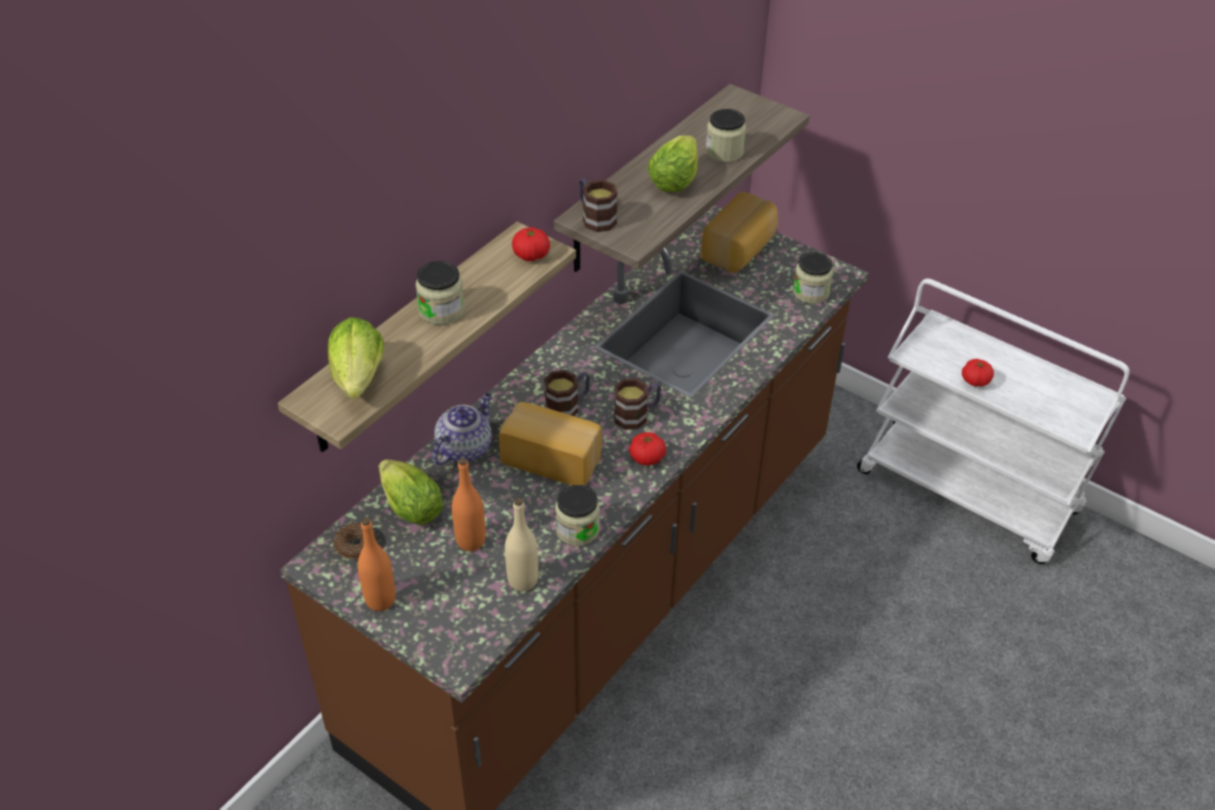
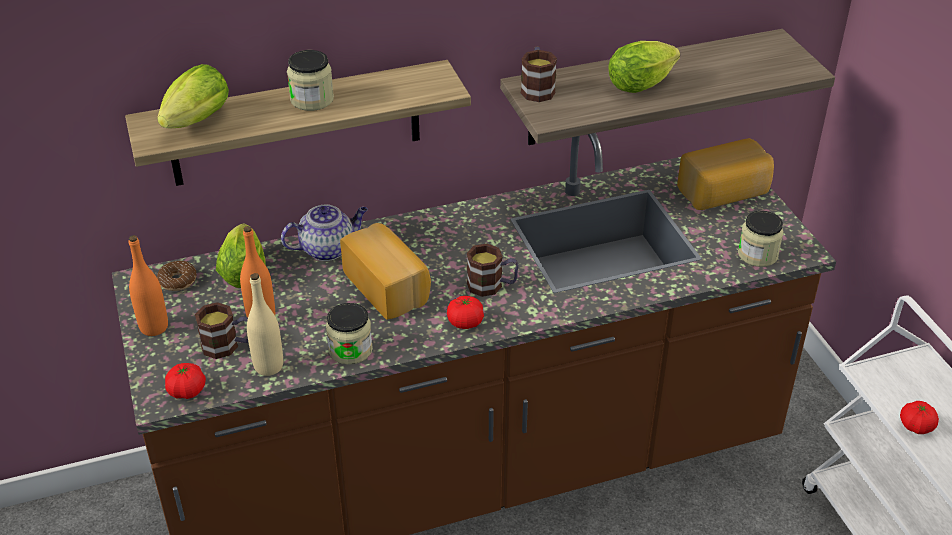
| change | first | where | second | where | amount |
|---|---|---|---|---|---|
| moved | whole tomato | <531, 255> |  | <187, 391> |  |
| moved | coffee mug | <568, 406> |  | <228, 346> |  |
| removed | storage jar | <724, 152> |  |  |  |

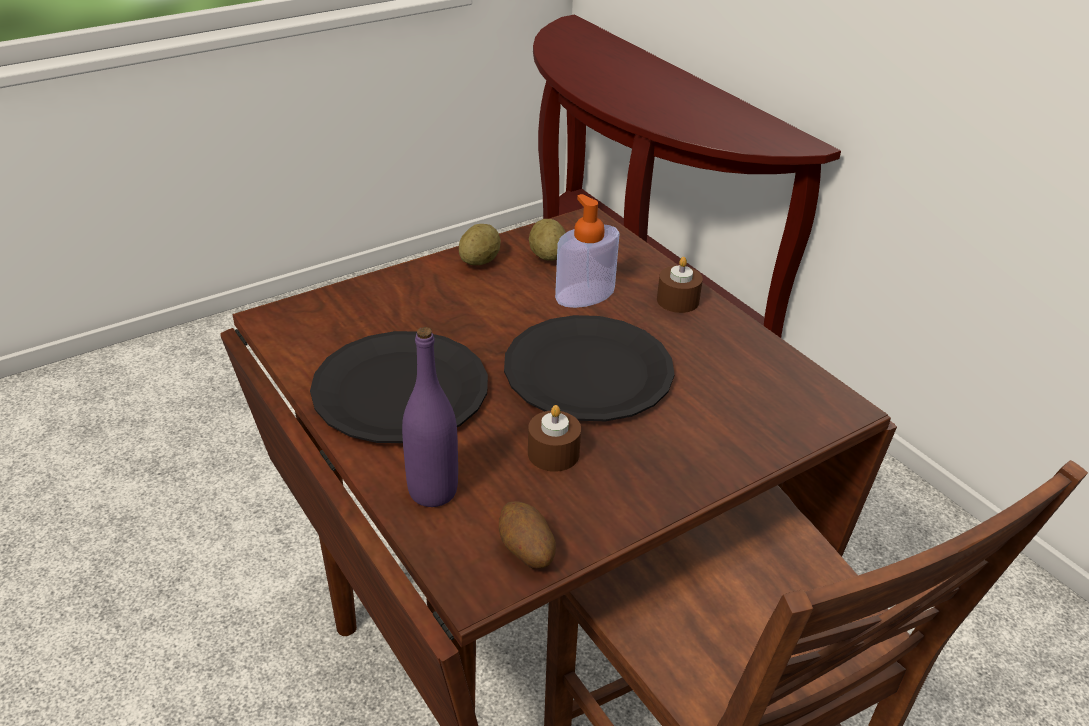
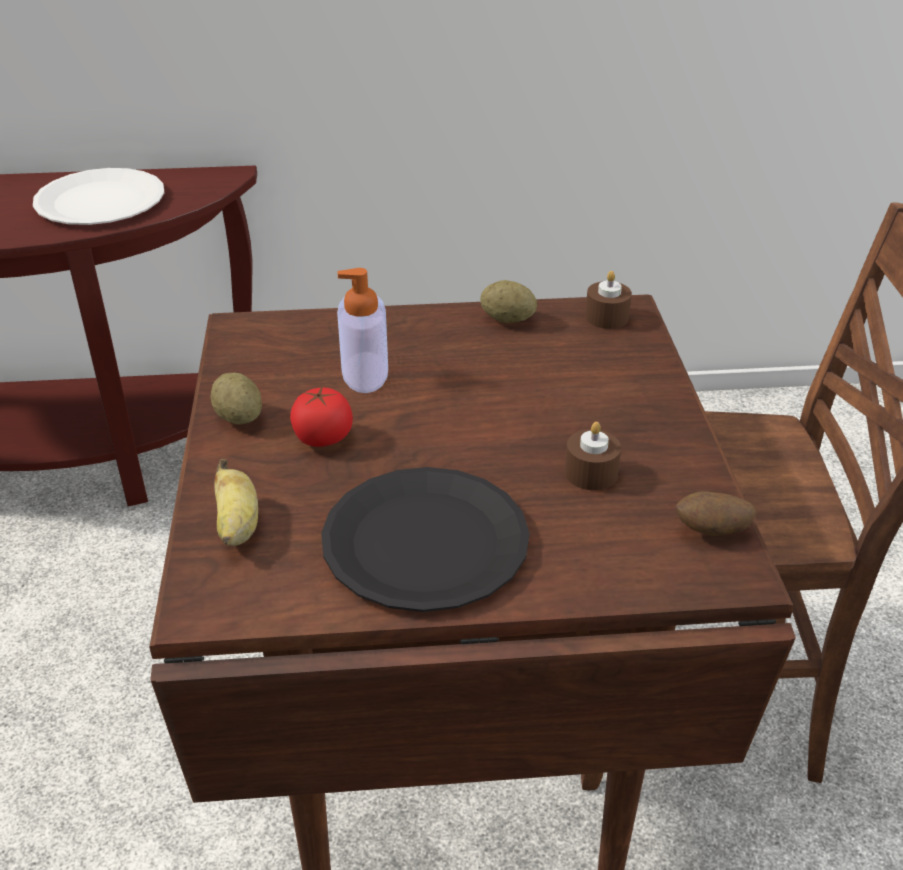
| change | first | where | second | where | amount |
|---|---|---|---|---|---|
| added |  |  | white-coloured flat dish | <100, 201> |  |
| added |  |  | banana fruit | <237, 526> |  |
| added |  |  | whole tomato | <323, 438> |  |
| moved | potato | <548, 256> |  | <507, 319> |  |
| moved | brown-coloured candle | <677, 300> |  | <606, 317> |  |
| removed | purplish bottle | <433, 491> |  |  |  |
| removed | black-coloured flat dish | <588, 371> |  |  |  |

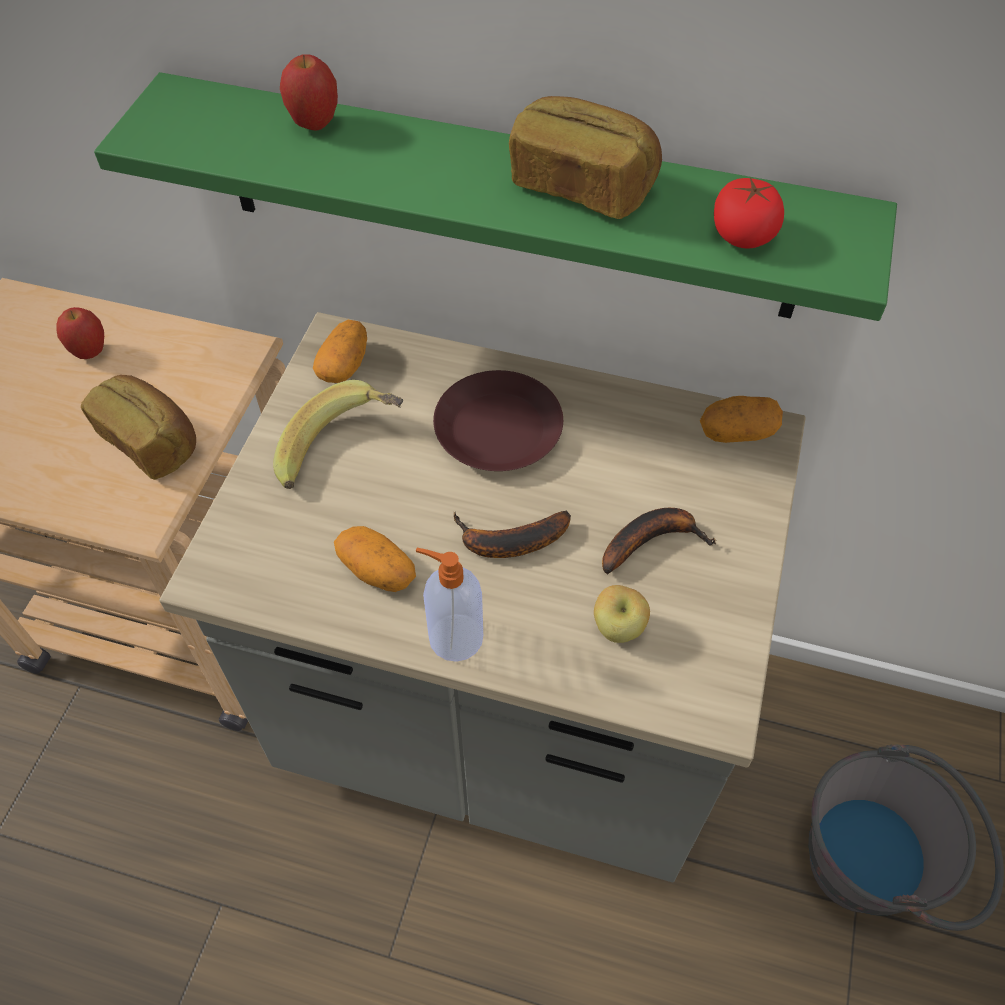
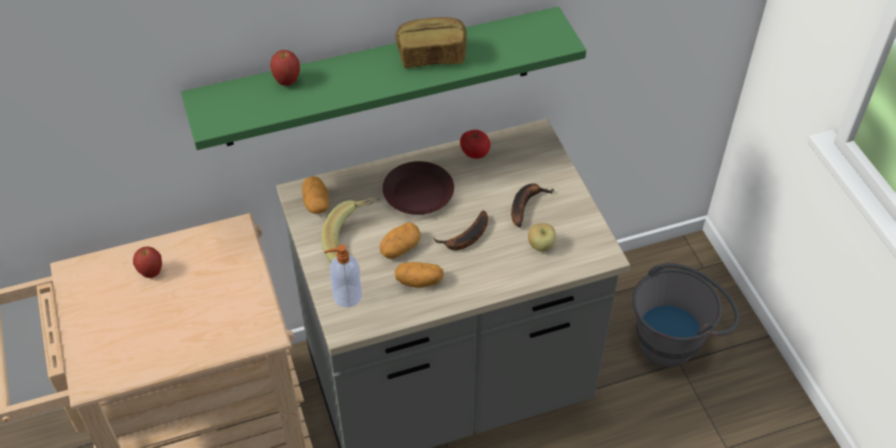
| change | first | where | second | where | amount |
|---|---|---|---|---|---|
| moved | soap dispenser | <453, 637> |  | <346, 296> |  |
| moved | potato | <737, 432> |  | <400, 248> |  |
| moved | whole tomato | <743, 234> |  | <475, 151> |  |
| removed | bread | <151, 441> |  |  |  |

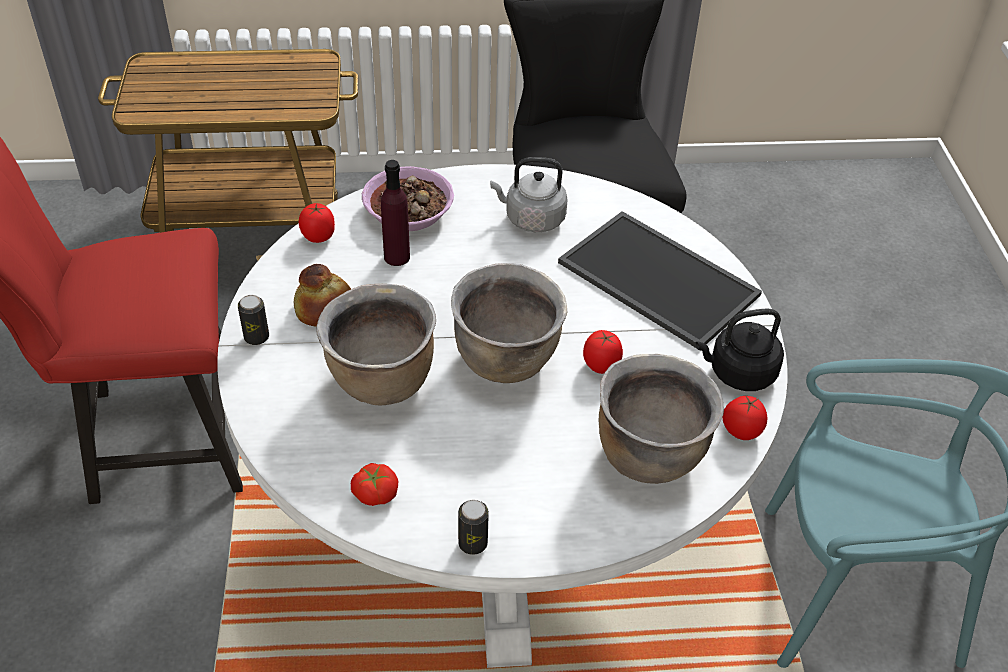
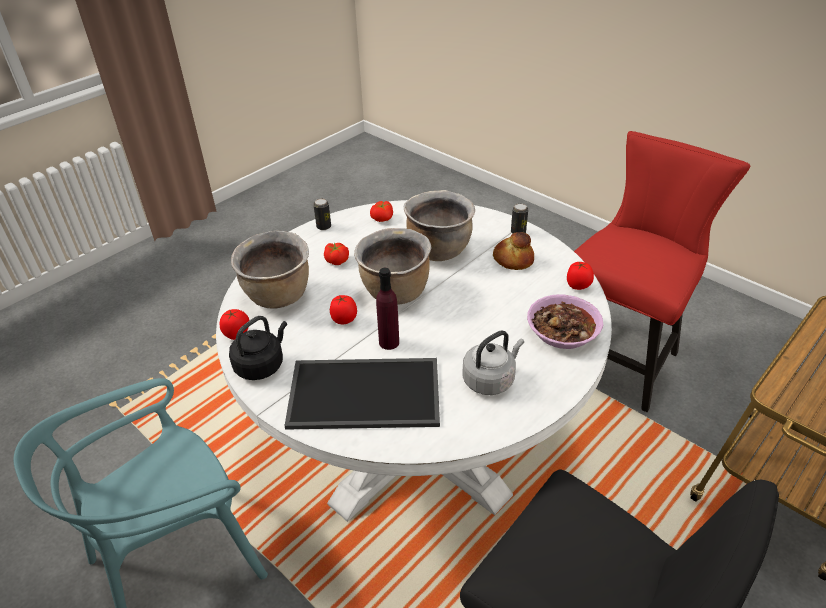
| change | first | where | second | where | amount |
|---|---|---|---|---|---|
| added |  |  | whole tomato | <337, 260> |  |
| moved | purplish bottle | <397, 257> |  | <389, 342> |  |

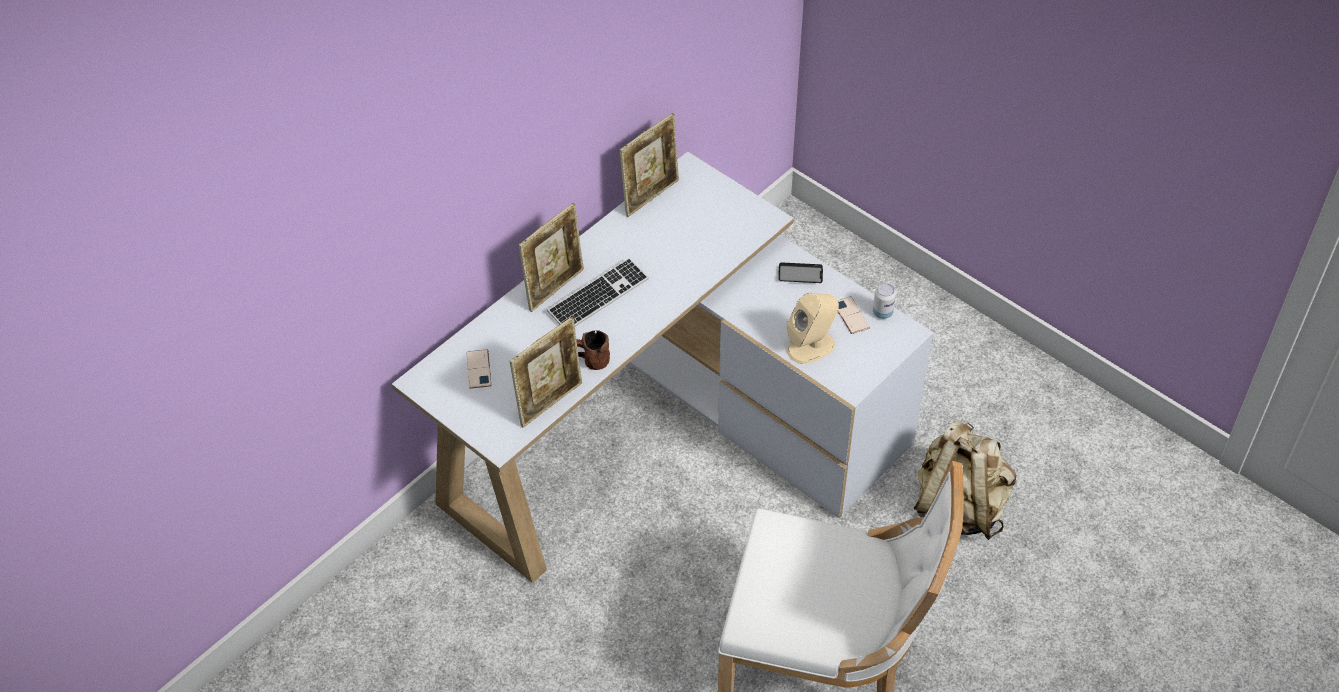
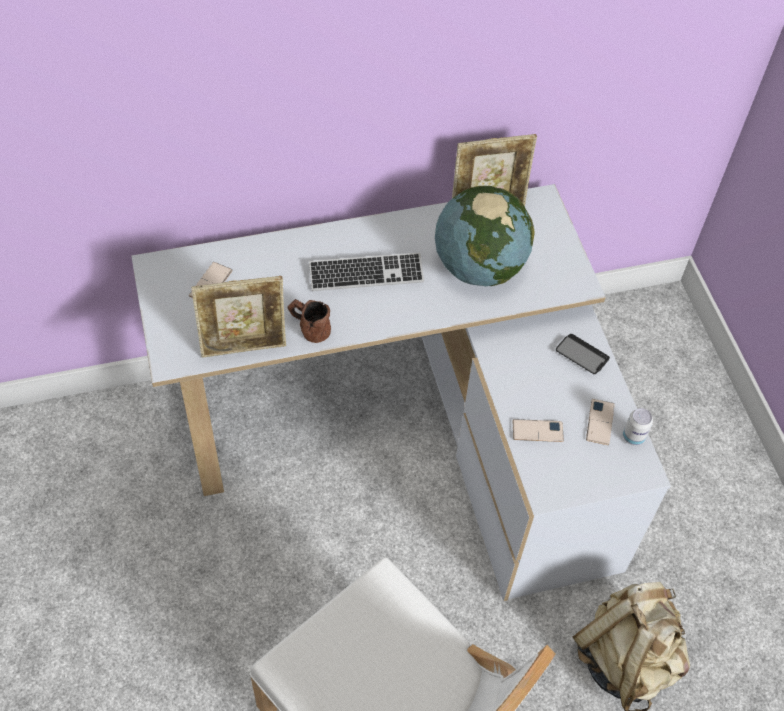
| change | first | where | second | where | amount |
|---|---|---|---|---|---|
| added |  |  | globe | <478, 267> |  |
| replaced | sand-coloured audio speaker | <811, 346> | handset | <537, 431> |  |
| removed | standing frame | <554, 288> |  |  |  |

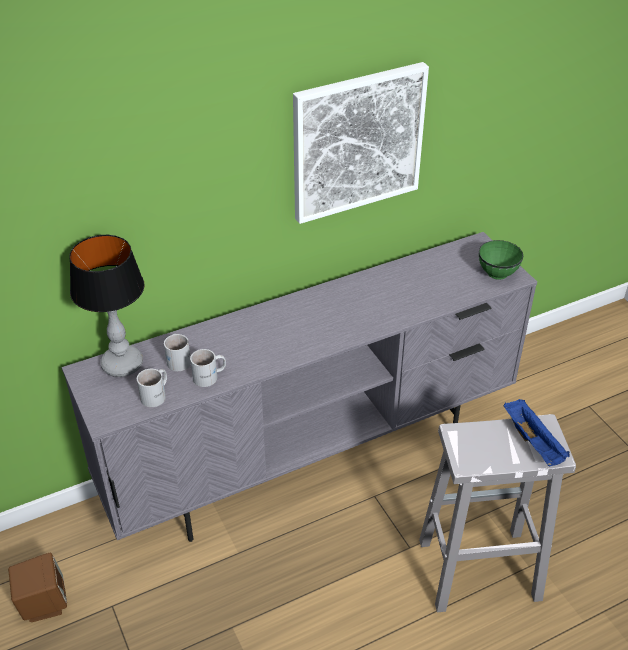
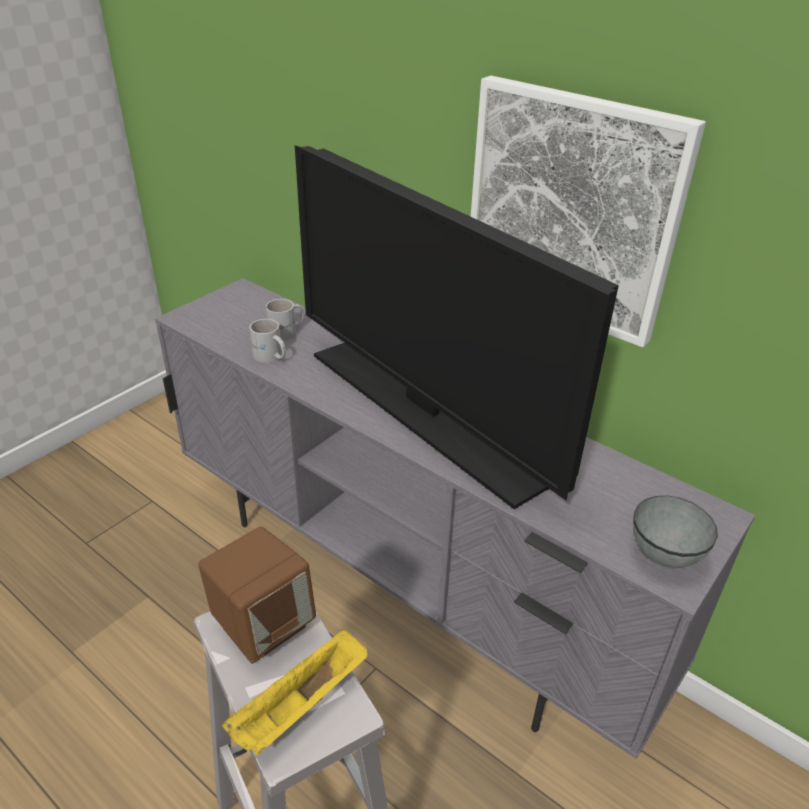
| change | first | where | second | where | amount |
|---|---|---|---|---|---|
| moved | brown-coloured audio speaker | <43, 603> |  | <263, 626> |  |
| recoloured | blue carrying tray | <534, 442> | yellow carrying tray | <300, 706> |  |
| added |  |  | TV | <424, 415> |  |
| recoloured | green-coloured deep dish | <497, 273> | greyish deep dish | <665, 555> |  |
| removed | tabletop lamp | <122, 363> |  |  |  |
| removed | white-coloured coffee mug | <157, 395> |  |  |  |

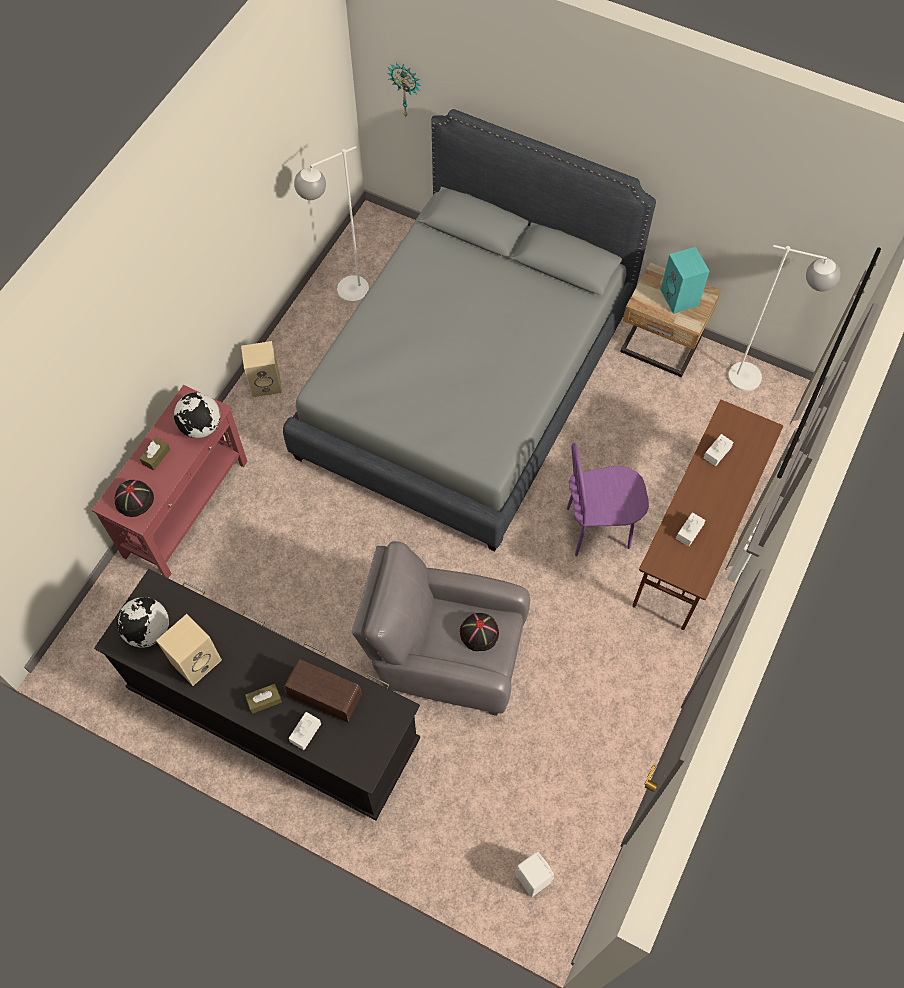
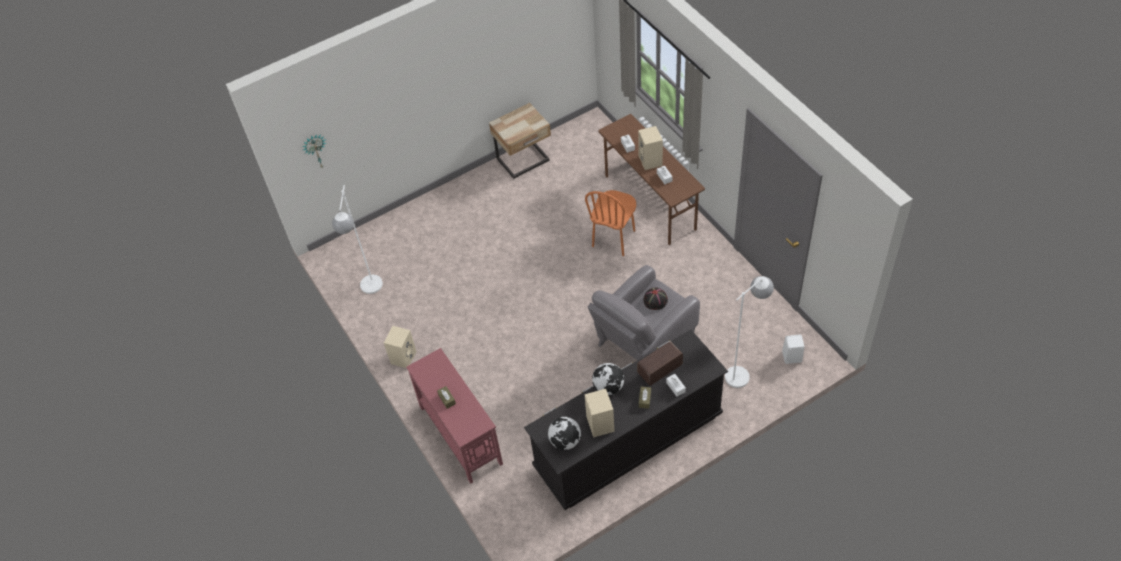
| change | first | where | second | where | amount |
|---|---|---|---|---|---|
| recoloured | purplish plain chair | <598, 528> | orange plain chair | <614, 239> |  |
| moved | globe | <201, 427> |  | <608, 387> |  |
| added |  |  | sand-coloured audio speaker | <651, 161> |  |
| moved | white-coloured standing lamp | <756, 380> |  | <743, 372> |  |
| removed | black-coloured clothing hat | <134, 500> |  |  |  |
| removed | greyish sleeping bed | <466, 383> |  |  |  |
| removed | turquoise-coloured audio speaker | <680, 298> |  |  |  |

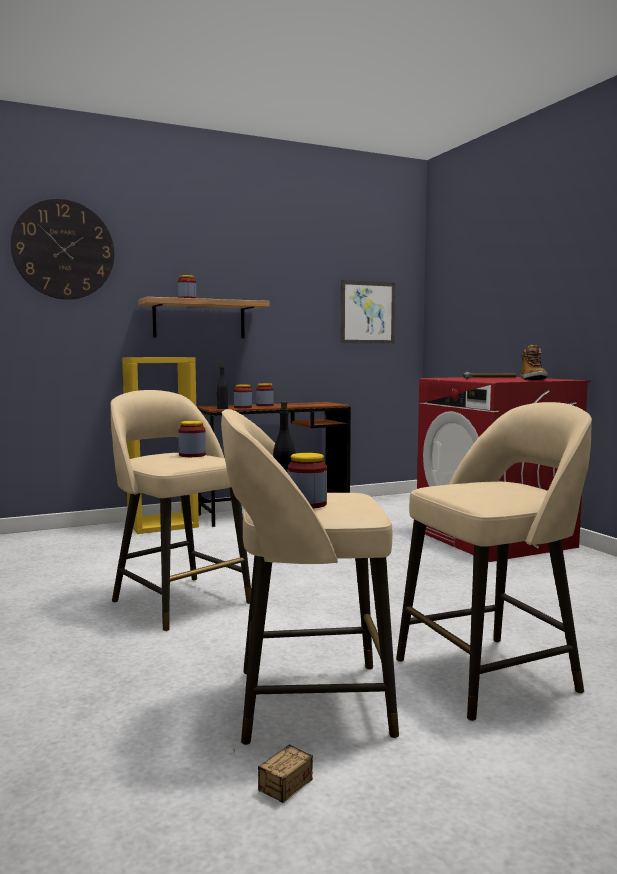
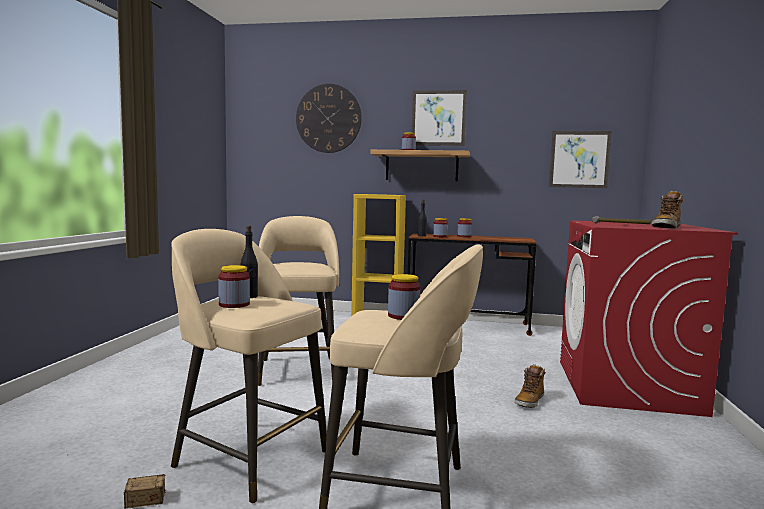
| change | first | where | second | where | amount |
|---|---|---|---|---|---|
| moved | storage jar | <192, 455> |  | <403, 316> |  |
| added |  |  | wall art | <438, 118> |  |
| added |  |  | high-top boot | <529, 401> |  |

